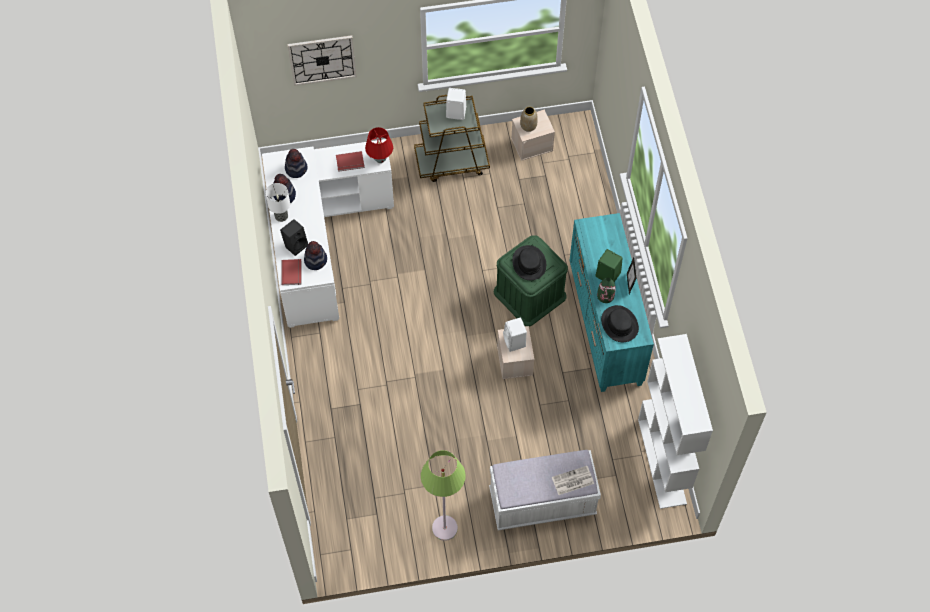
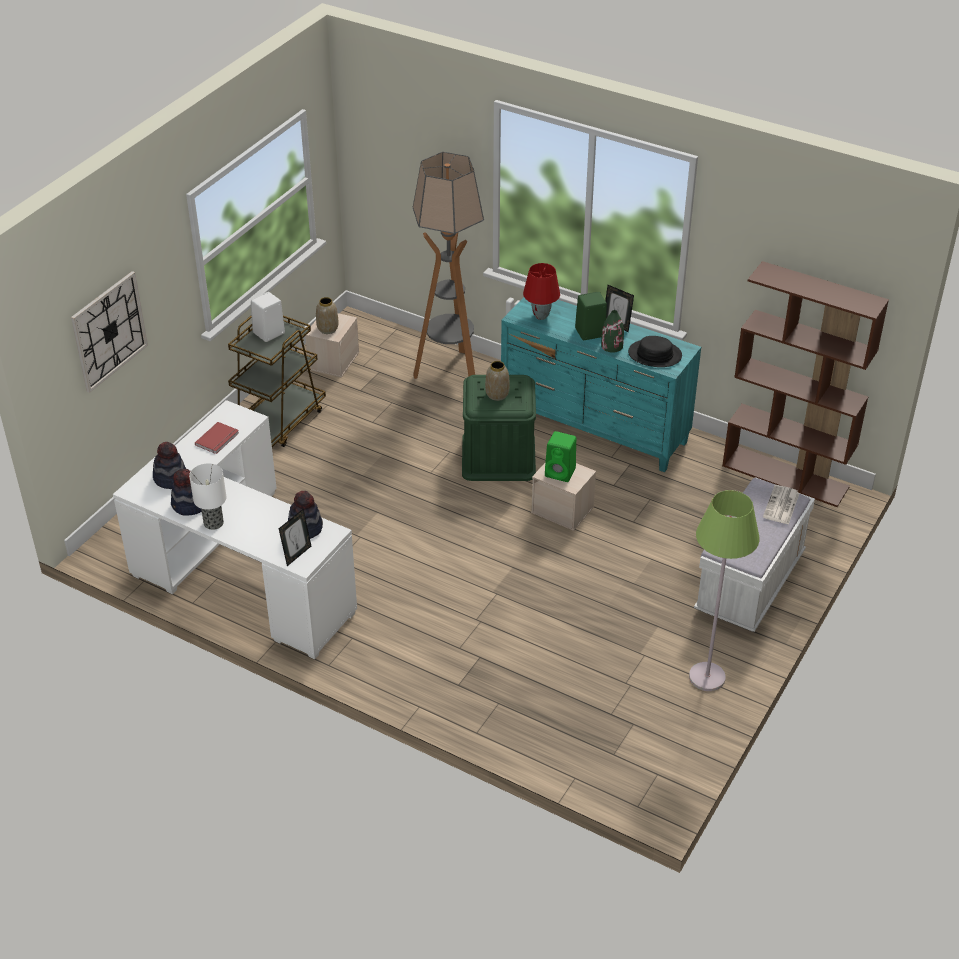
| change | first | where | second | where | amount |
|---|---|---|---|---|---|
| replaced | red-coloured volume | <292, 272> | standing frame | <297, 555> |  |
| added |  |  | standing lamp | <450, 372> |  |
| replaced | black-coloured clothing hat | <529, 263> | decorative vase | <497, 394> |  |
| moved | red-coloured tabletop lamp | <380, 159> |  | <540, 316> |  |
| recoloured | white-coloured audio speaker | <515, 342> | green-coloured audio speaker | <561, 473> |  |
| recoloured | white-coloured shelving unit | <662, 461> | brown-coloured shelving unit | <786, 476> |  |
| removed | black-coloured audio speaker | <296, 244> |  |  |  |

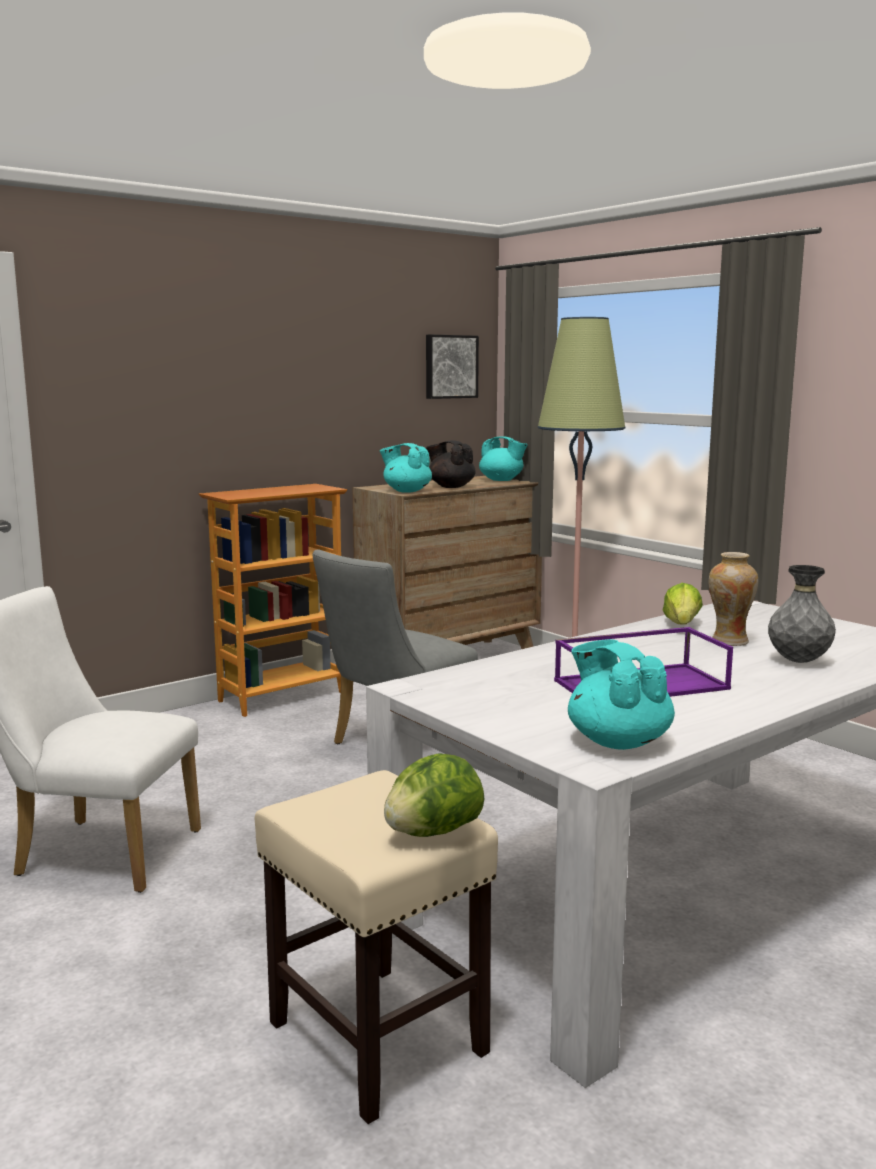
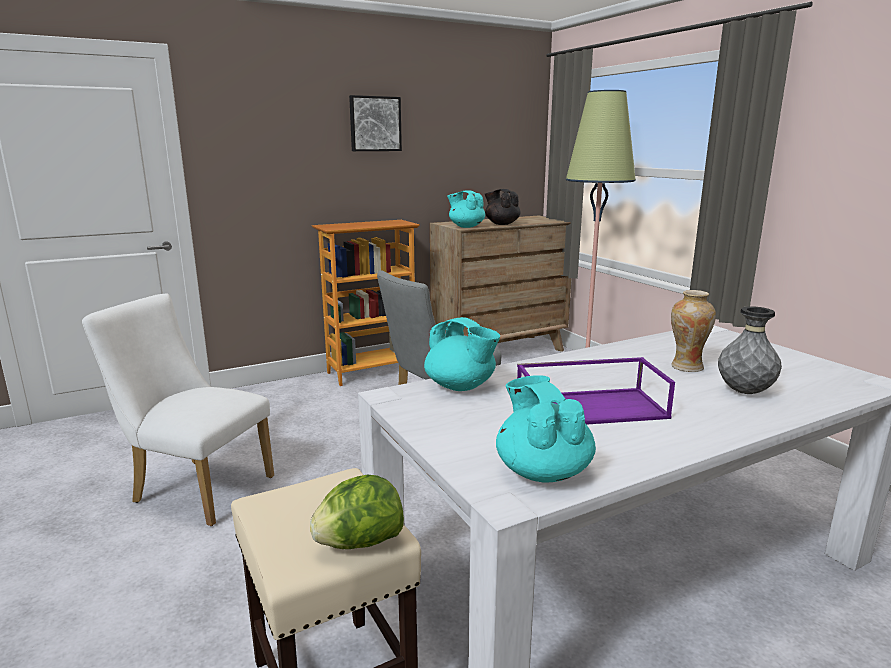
| change | first | where | second | where | amount |
|---|---|---|---|---|---|
| moved | wall art | <450, 366> |  | <375, 124> |  |
| moved | turquoise-coloured tea pot | <502, 480> |  | <461, 387> |  |
| removed | lettuce | <681, 625> |  |  |  |

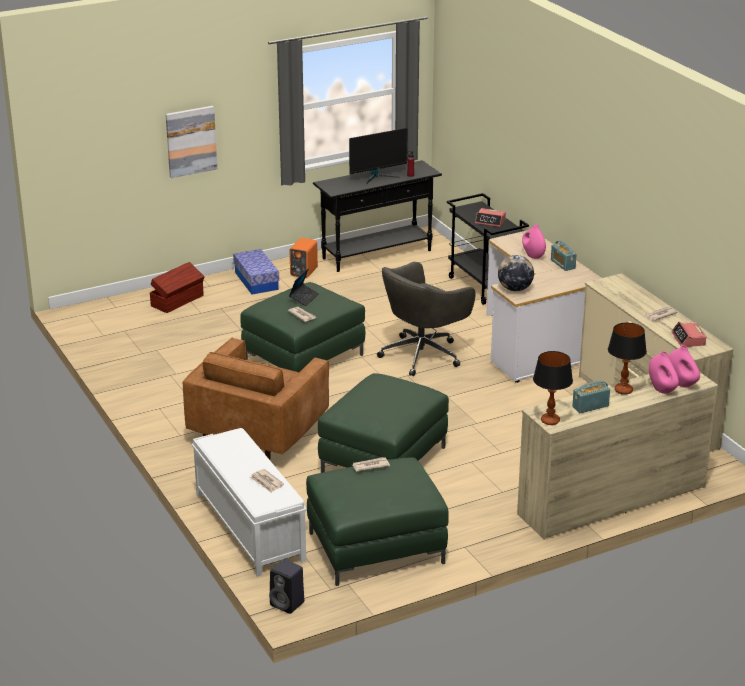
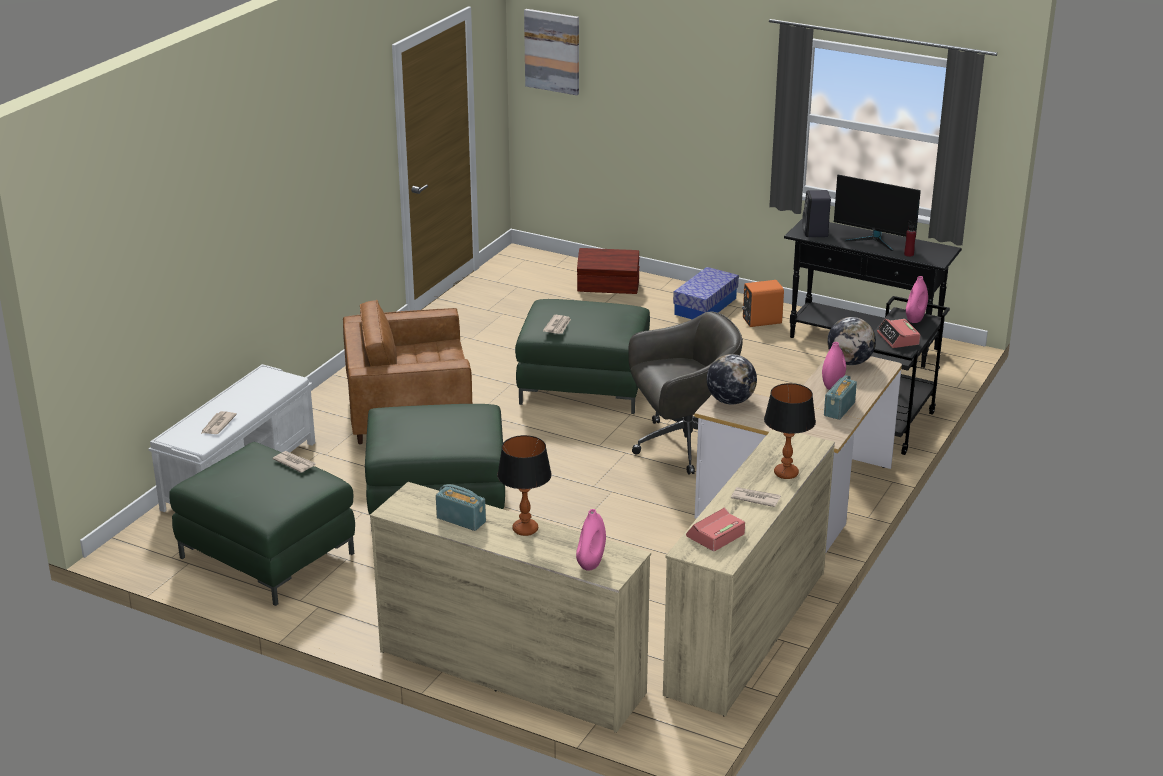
| change | first | where | second | where | amount |
|---|---|---|---|---|---|
| moved | wall art | <191, 141> |  | <552, 51> |  |
| turned | greyish office chair | <423, 354> |  | <683, 445> | 150 degrees clockwise |
| moved | tabletop lamp | <550, 421> |  | <786, 473> |  |
| moved | black-coloured audio speaker | <288, 604> |  | <815, 233> |  |
| added |  |  | globe | <849, 362> |  |
| moved | pink-coloured decorative vase | <662, 389> |  | <915, 319> |  |
| removed | portable computer | <304, 298> |  |  |  |

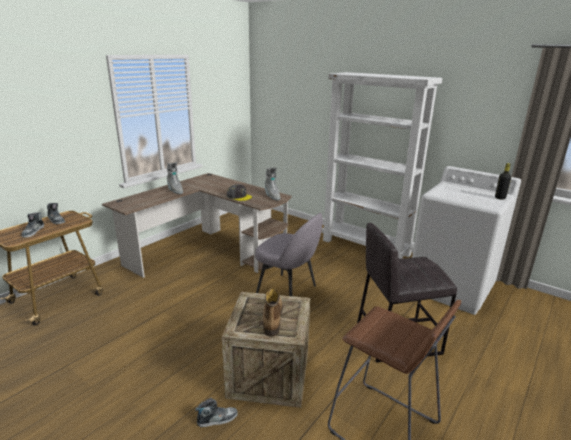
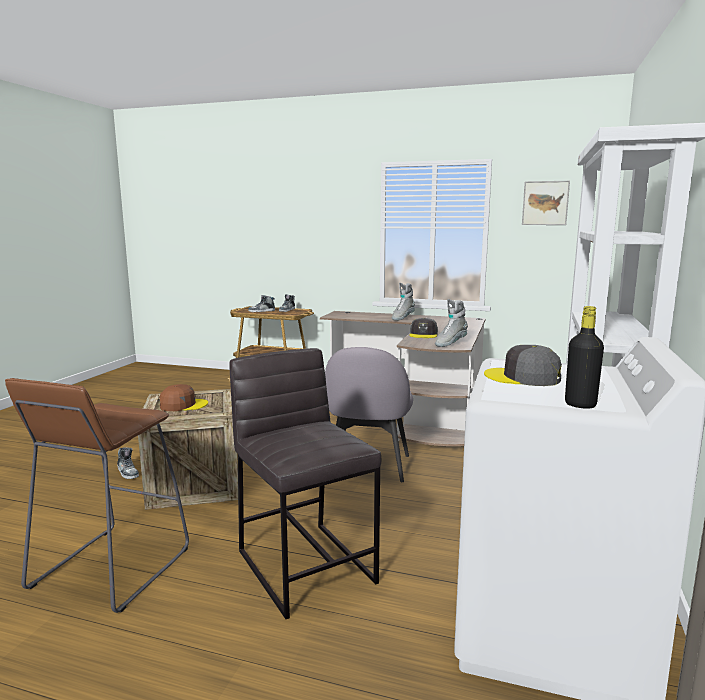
| change | first | where | second | where | amount |
|---|---|---|---|---|---|
| replaced | high-top boot | <272, 319> | brown-coloured cap | <183, 405> |  |
| added |  |  | greyish cap | <523, 377> |  |
| added |  |  | wall art | <545, 203> |  |

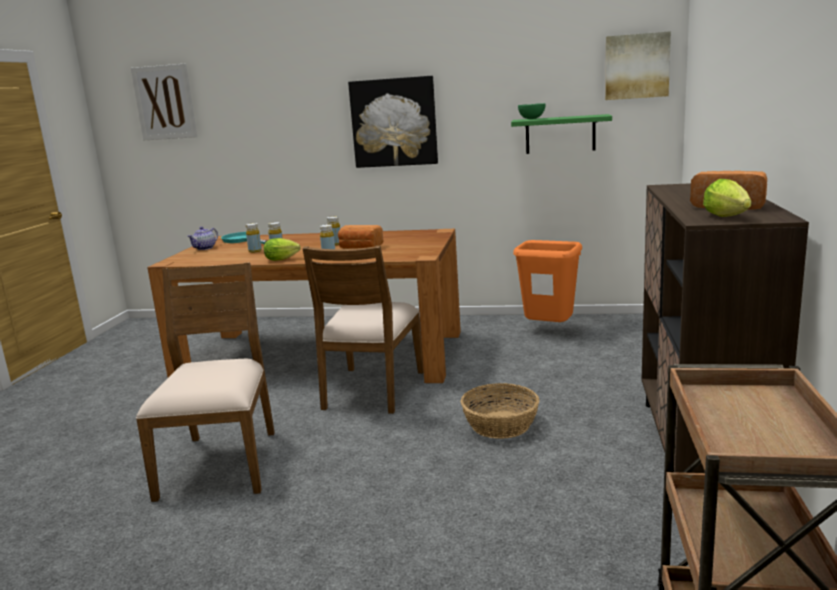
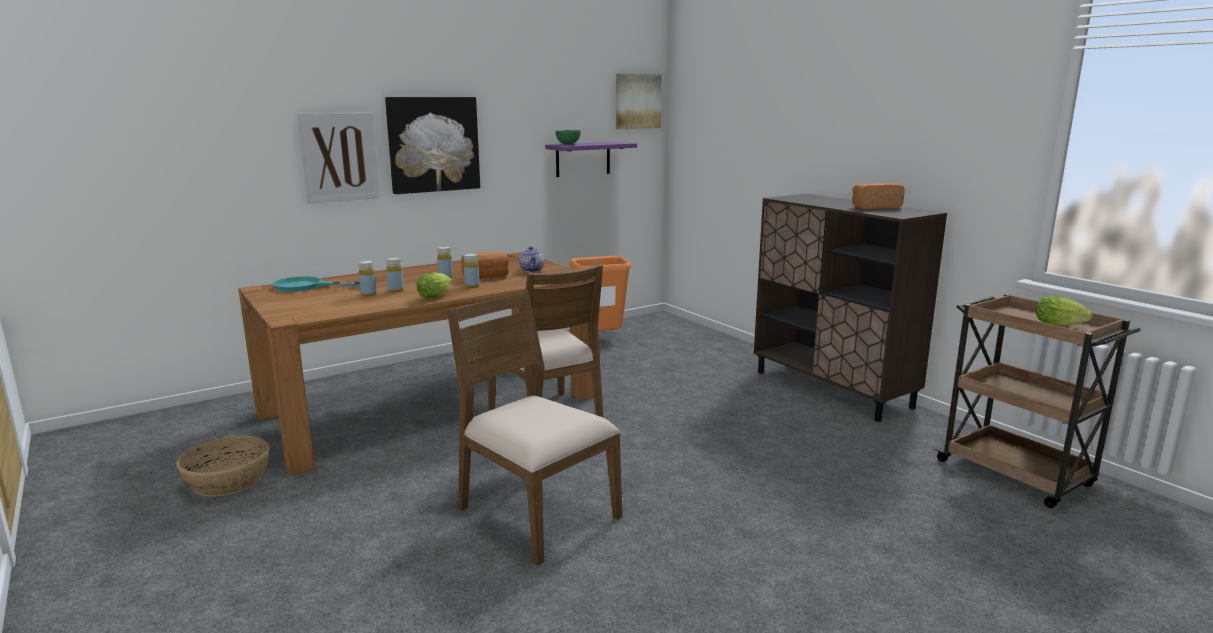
| change | first | where | second | where | amount |
|---|---|---|---|---|---|
| moved | household basket | <501, 425> |  | <229, 481> |  |
| moved | wall art | <165, 102> |  | <339, 157> |  |
| moved | tea pot | <205, 248> |  | <532, 270> |  |
| recoloured | green-coloured wall shelf | <560, 134> | purplish wall shelf | <583, 159> |  |
| moved | lettuce | <728, 217> |  | <1061, 326> |  |

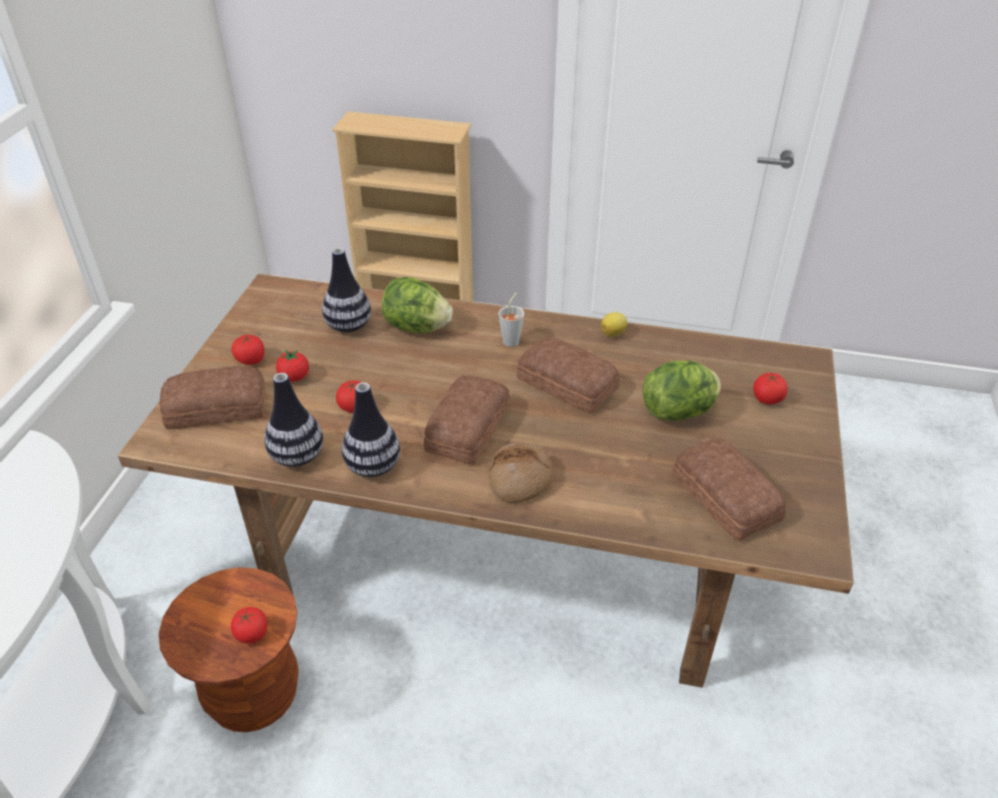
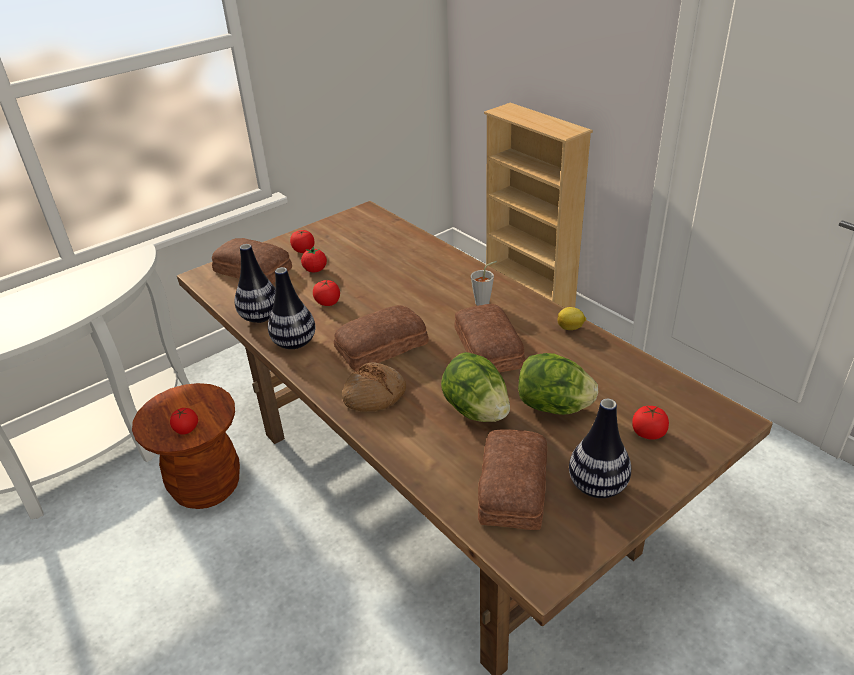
| change | first | where | second | where | amount |
|---|---|---|---|---|---|
| moved | lettuce | <417, 328> |  | <476, 411> |  |
| moved | decorative vase | <348, 326> |  | <597, 486> |  |

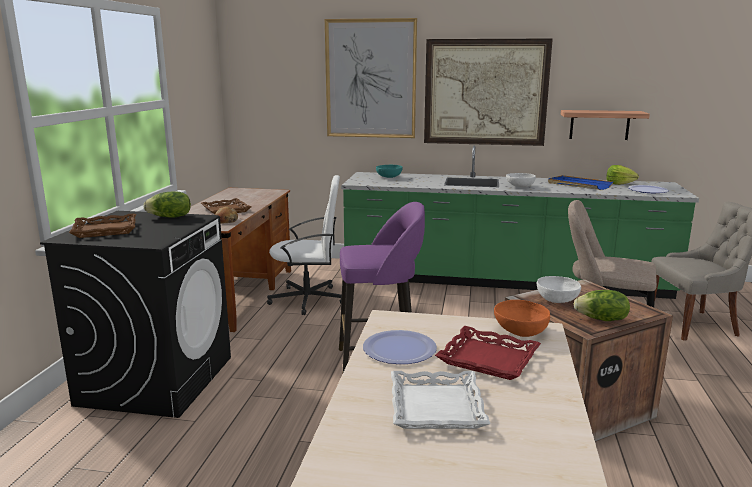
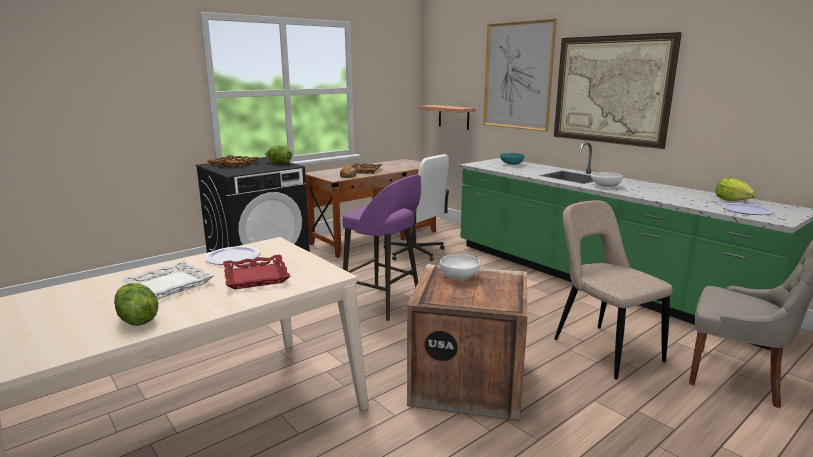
| change | first | where | second | where | amount |
|---|---|---|---|---|---|
| moved | lettuce | <602, 319> |  | <136, 320> |  |
| moved | wall shelf | <599, 125> |  | <453, 117> |  |
| removed | orange deep dish | <520, 331> |  |  |  |
| removed | blue carrying tray | <579, 185> |  |  |  |

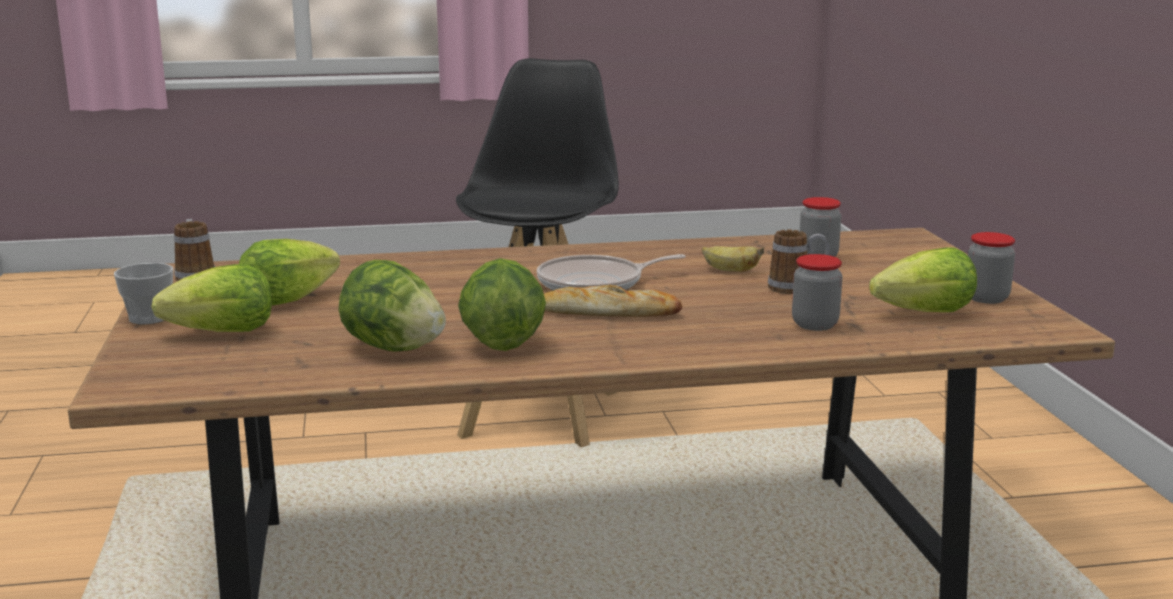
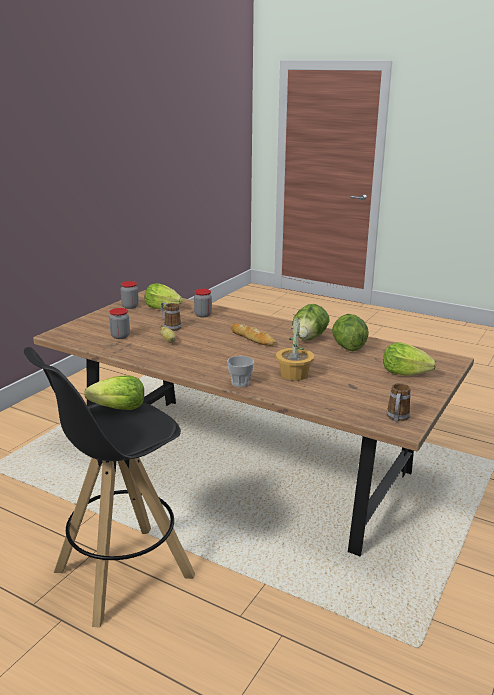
| change | first | where | second | where | amount |
|---|---|---|---|---|---|
| moved | lettuce | <286, 300> |  | <119, 409> |  |
| moved | drinking cup | <149, 318> |  | <240, 383> |  |
| added |  |  | houseplant | <293, 374> |  |
| removed | frying pan | <596, 284> |  |  |  |

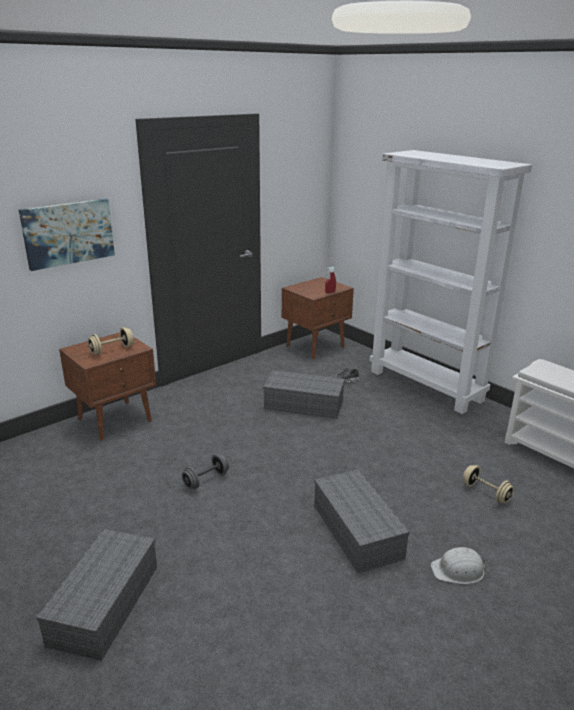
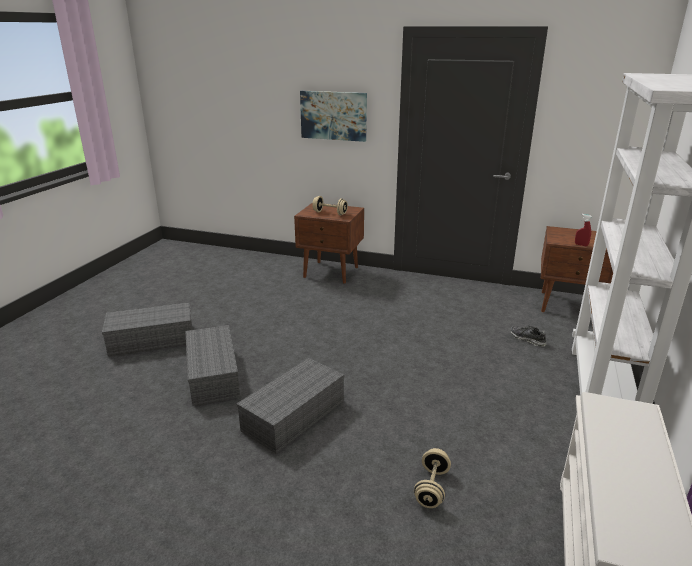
| change | first | where | second | where | amount |
|---|---|---|---|---|---|
| moved | greyish storage box | <305, 404> |  | <214, 375> |  |
| removed | greyish free weight | <206, 480> |  |  |  |
| removed | white-coloured work helmet | <458, 570> |  |  |  |

